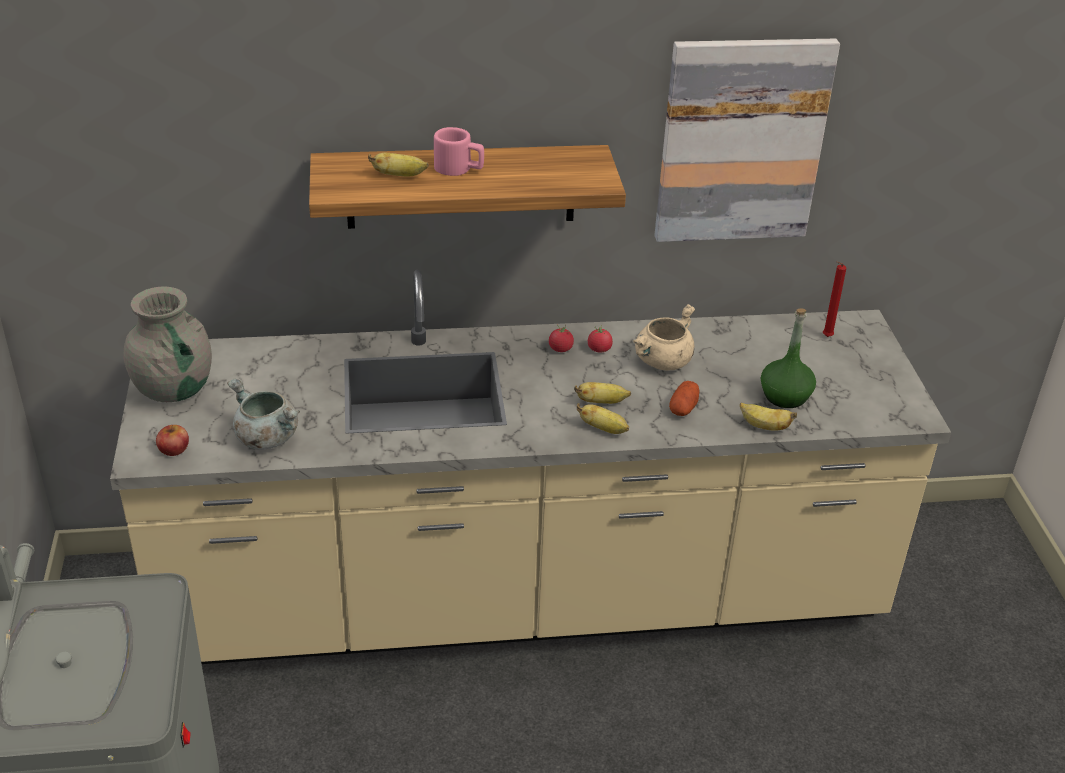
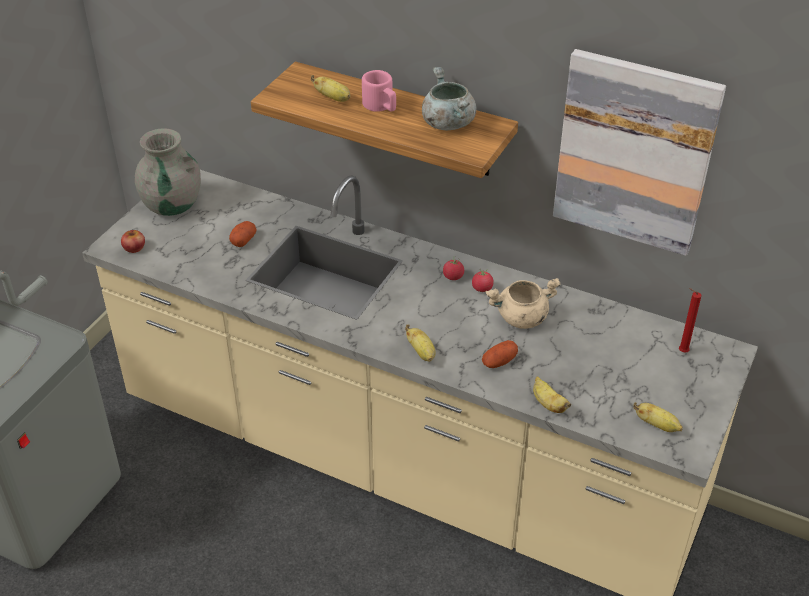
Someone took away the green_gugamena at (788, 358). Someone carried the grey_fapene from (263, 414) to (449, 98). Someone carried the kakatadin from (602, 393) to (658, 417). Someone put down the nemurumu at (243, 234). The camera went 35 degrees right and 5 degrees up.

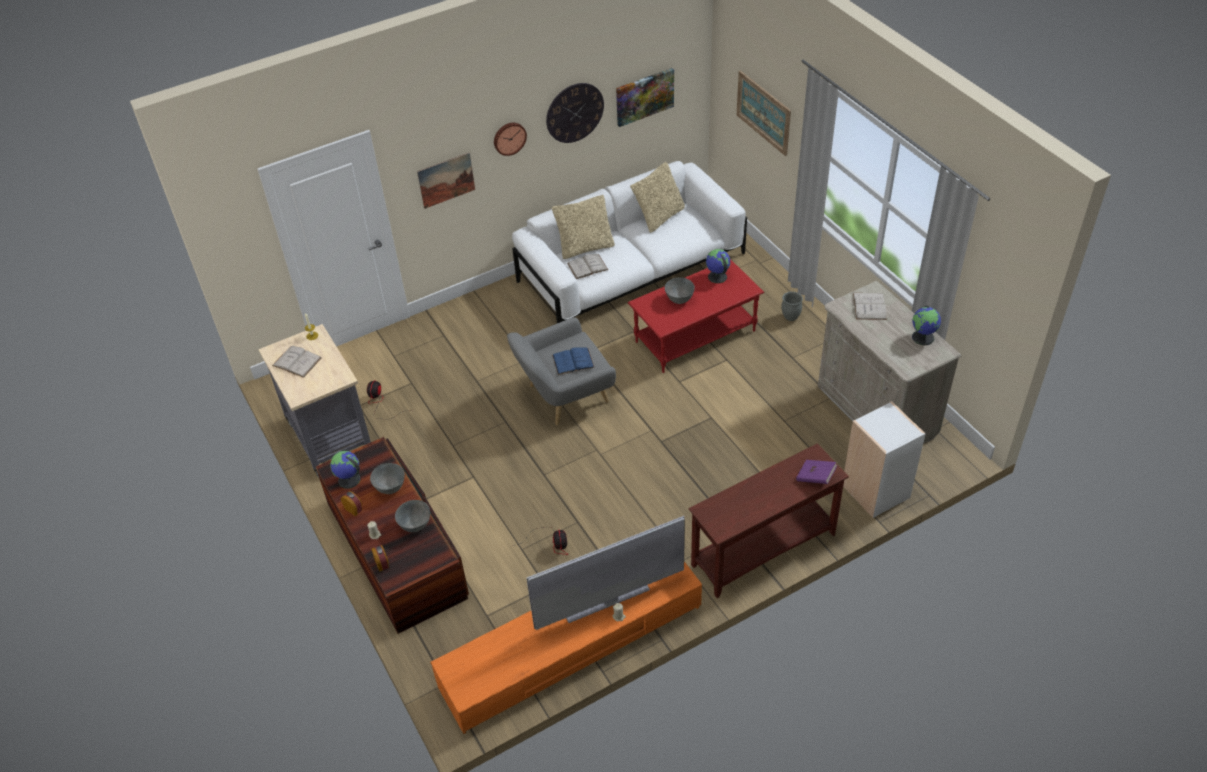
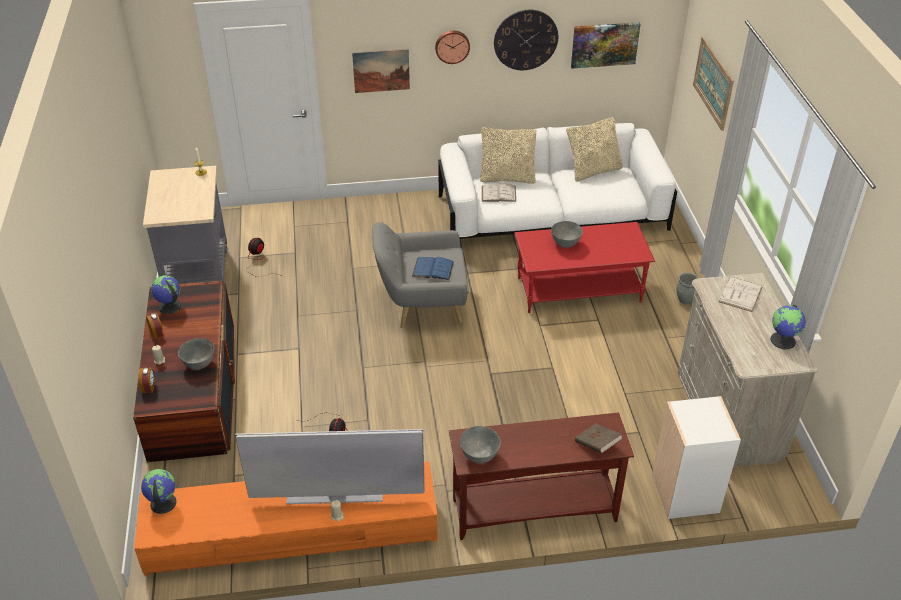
Someone carried the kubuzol from (718, 266) to (158, 491). Someone took away the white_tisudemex at (297, 362). Someone repainted the purple_tisudemex at (816, 472), which became the brown_tisudemex at (598, 438). Someone carried the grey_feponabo from (387, 478) to (480, 445). The camera went 20 degrees right and 5 degrees down.

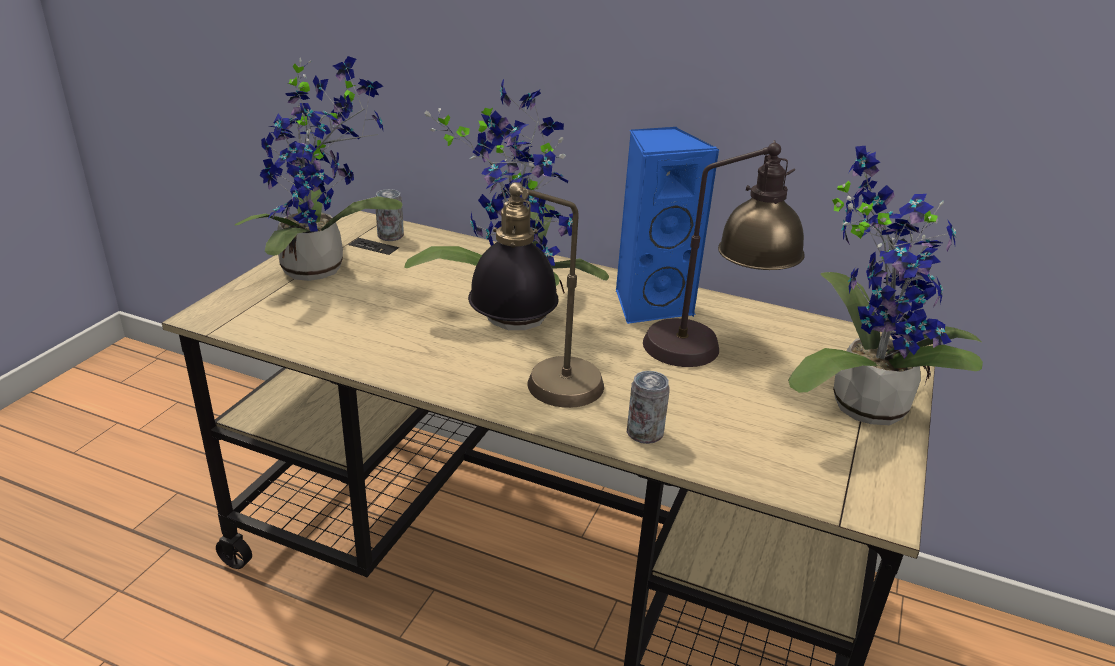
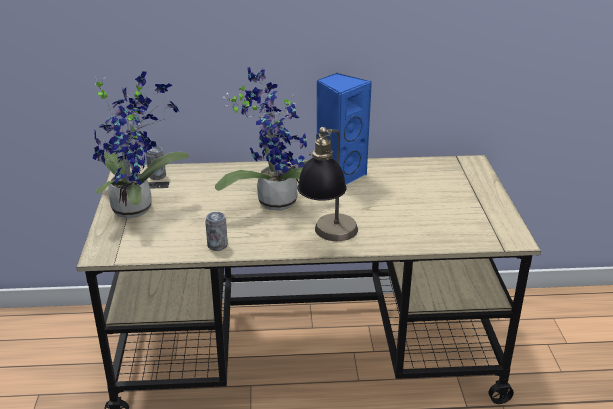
Someone took away the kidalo at (724, 253). Someone took away the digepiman at (885, 285). Someone carried the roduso from (648, 407) to (216, 231). The camera went 25 degrees left and 0 degrees up.

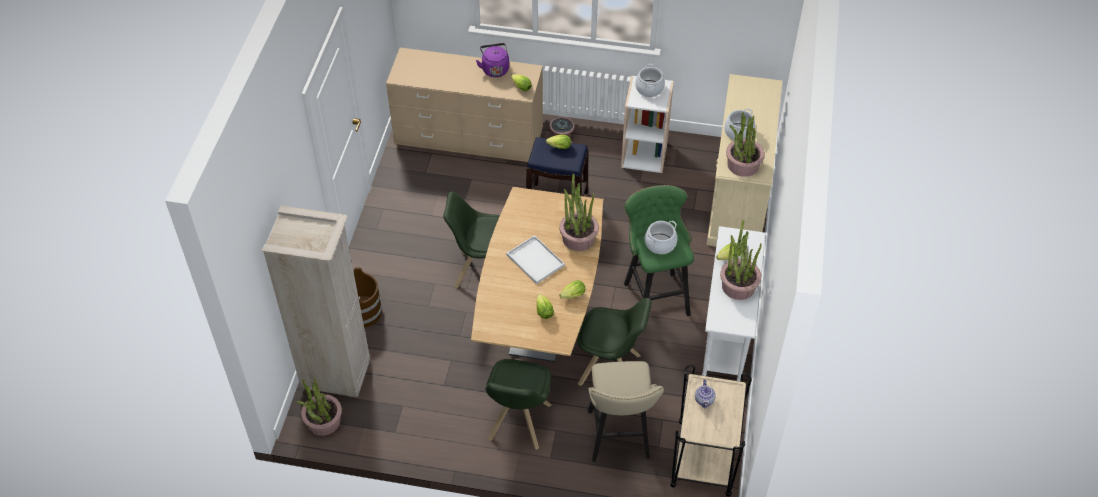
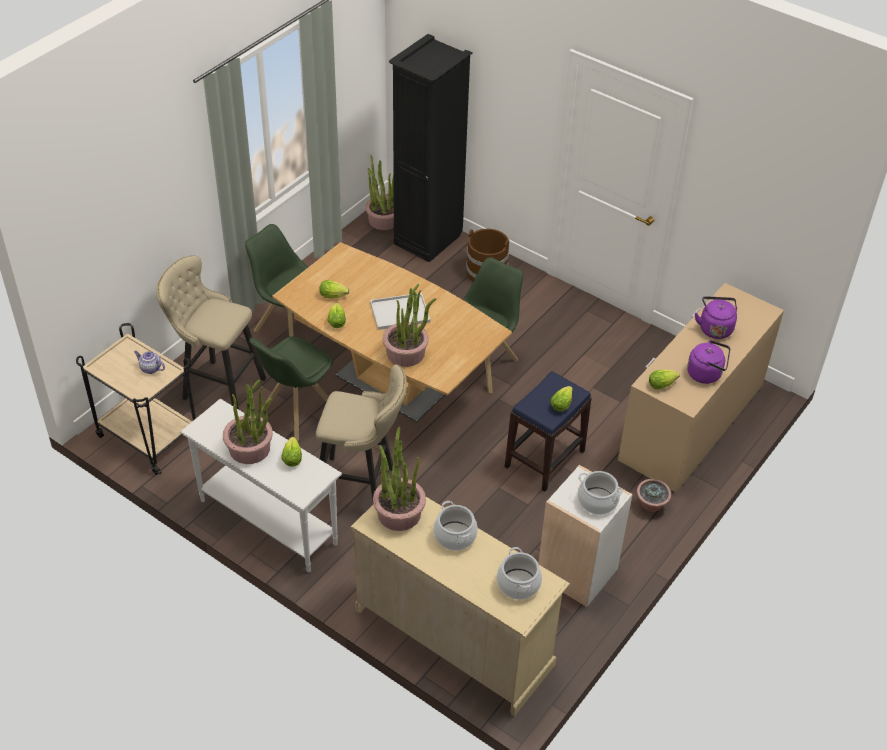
Someone repainted the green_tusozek at (659, 250), which became the beige_tusozek at (361, 434). Someone repainted the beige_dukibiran at (316, 301), which became the black_dukibiran at (431, 148). Someone carried the fapene from (661, 237) to (519, 573). Someone put down the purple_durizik at (716, 317). The camera went 115 degrees right and 5 degrees down.

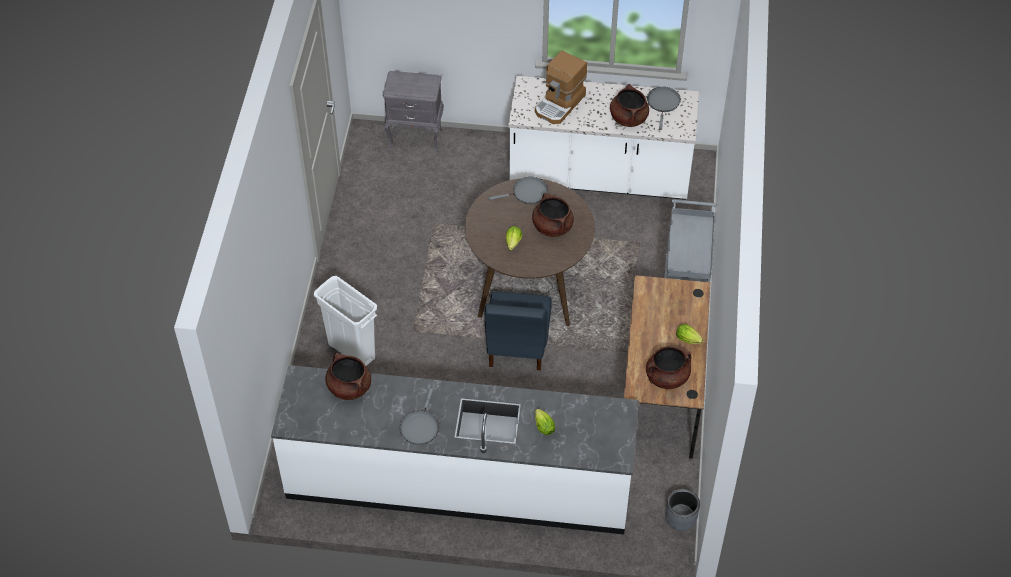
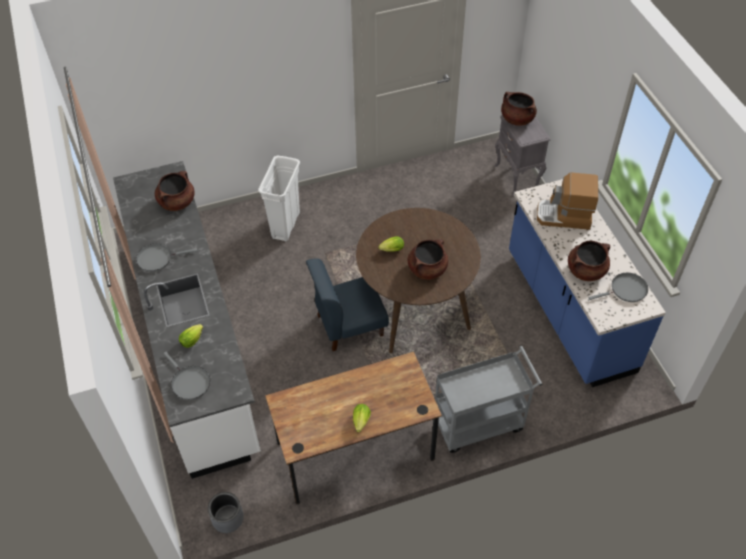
Someone repainted the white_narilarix at (603, 138), which became the blue_narilarix at (587, 283). Someone carried the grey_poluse from (518, 190) to (186, 376). Someone carried the brown_fapene from (668, 367) to (519, 109). The camera went 65 degrees right and 0 degrees up.

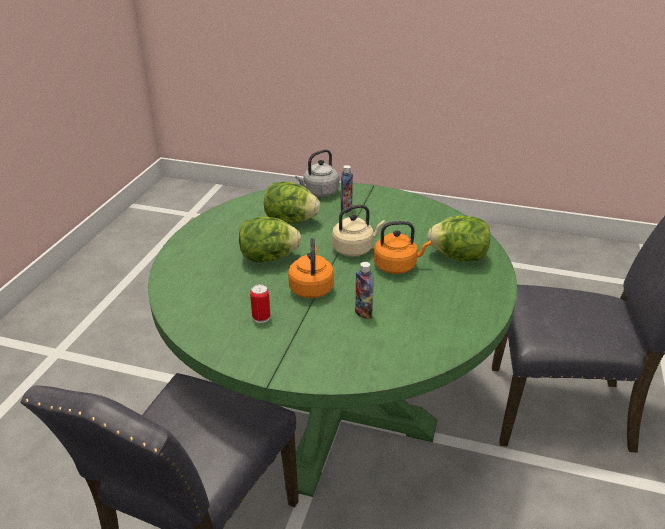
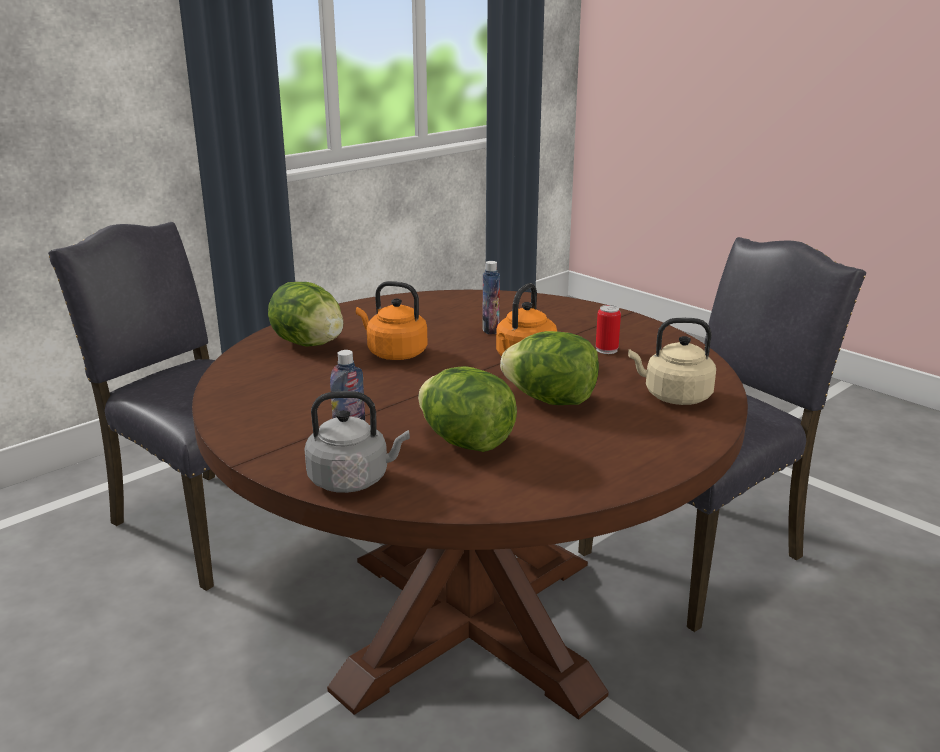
Someone repainted the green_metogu at (332, 339), which became the brown_metogu at (470, 505). Someone carried the beige_durizik from (358, 230) to (672, 361). The camera went 150 degrees left and 10 degrees down.

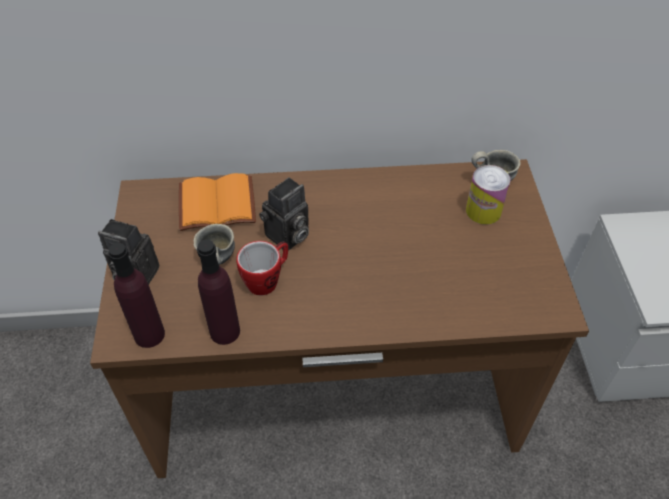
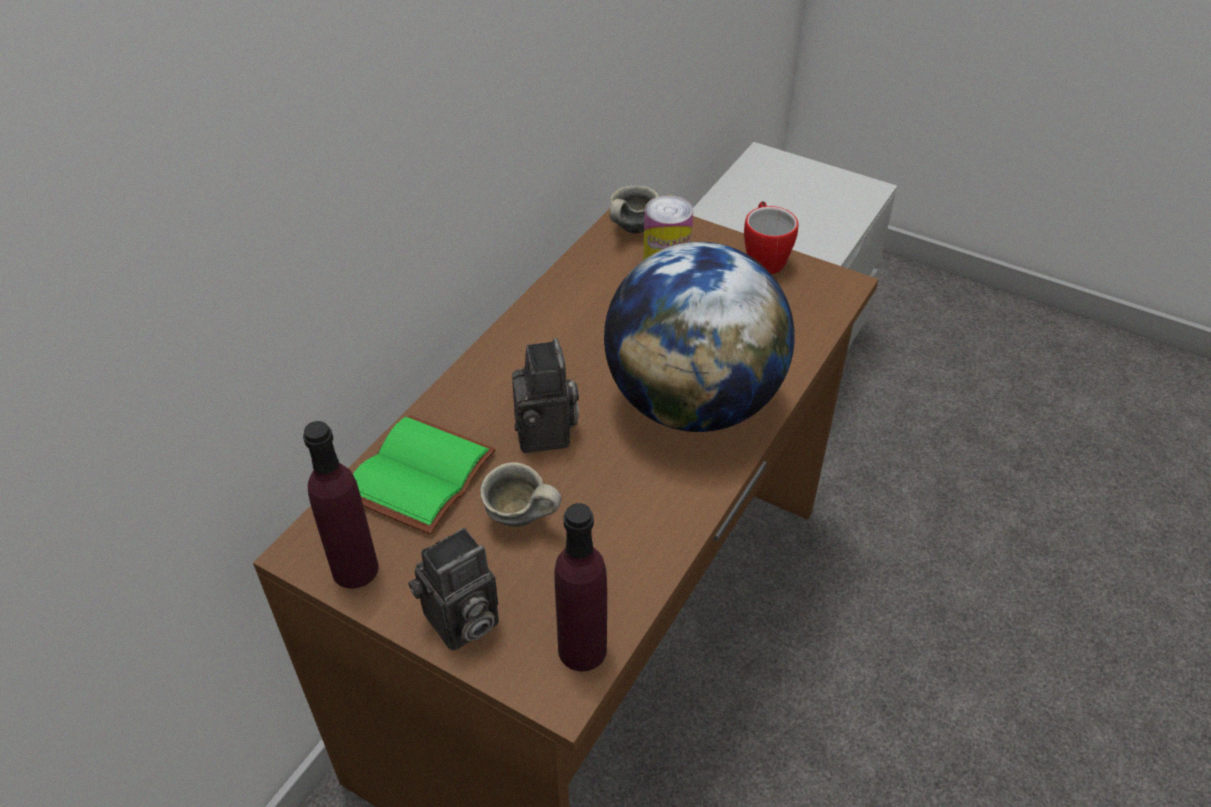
Someone repainted the orange_tisudemex at (217, 202), which became the green_tisudemex at (424, 475). Someone carried the purple_gugamena from (218, 292) to (341, 505). Someone carried the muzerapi from (262, 268) to (771, 237). Someone put down the kubuzol at (699, 337). The camera went 55 degrees left and 5 degrees down.

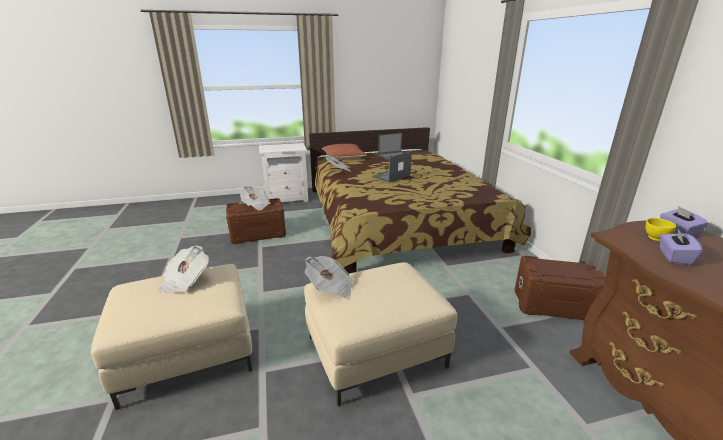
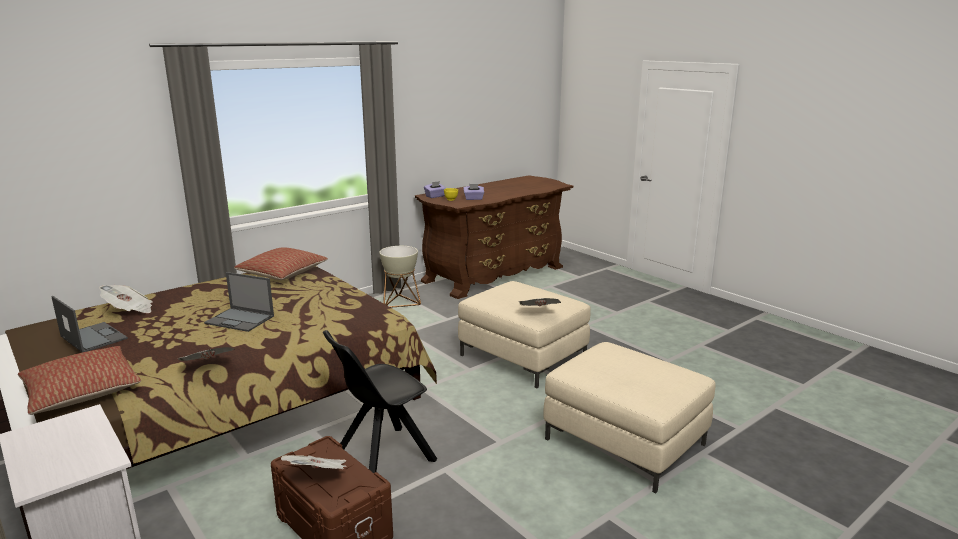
Someone carried the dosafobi from (183, 269) to (126, 299). Someone swapped the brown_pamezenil at (560, 288) for the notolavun at (400, 277). Someone put down the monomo at (281, 263). Someone put down the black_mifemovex at (380, 401). The camera went 115 degrees left and 5 degrees down.

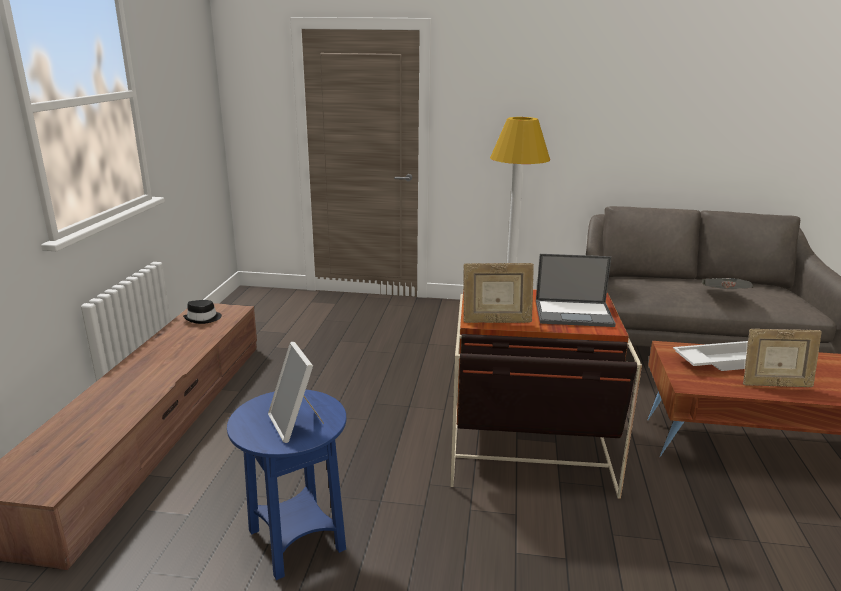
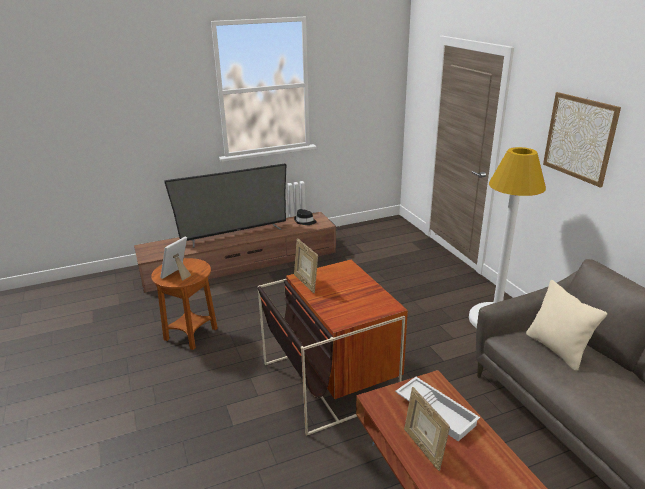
Someone took away the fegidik at (576, 290). Someone took away the dosafobi at (728, 283). Someone repainted the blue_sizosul at (286, 485), which became the brown_sizosul at (184, 304). Someone put up the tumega at (582, 140). Someone put down the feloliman at (225, 206). Someone put down the beige_monomo at (566, 325). The camera went 60 degrees right and 5 degrees up.

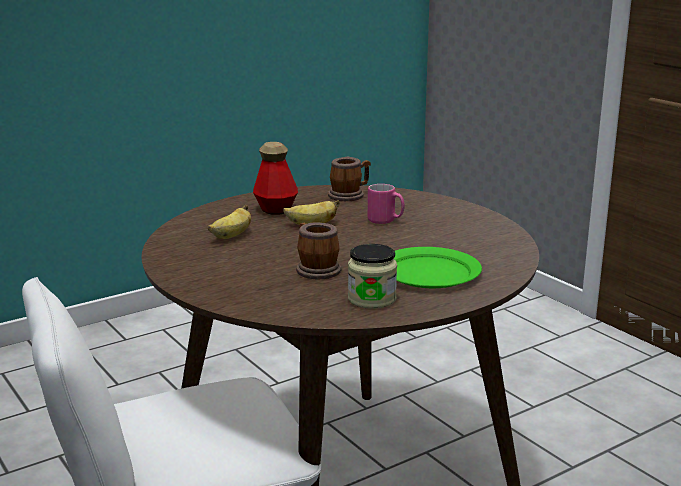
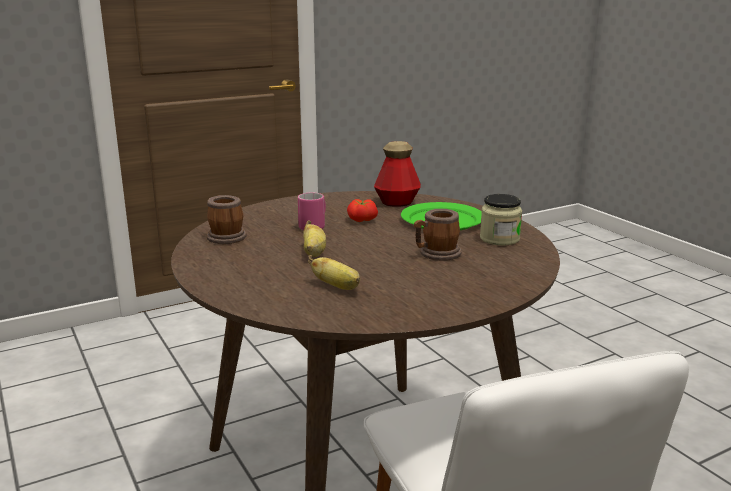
Someone carried the gugamena from (275, 178) to (397, 174). Someone put down the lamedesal at (362, 210). The camera went 85 degrees left and 0 degrees up.

